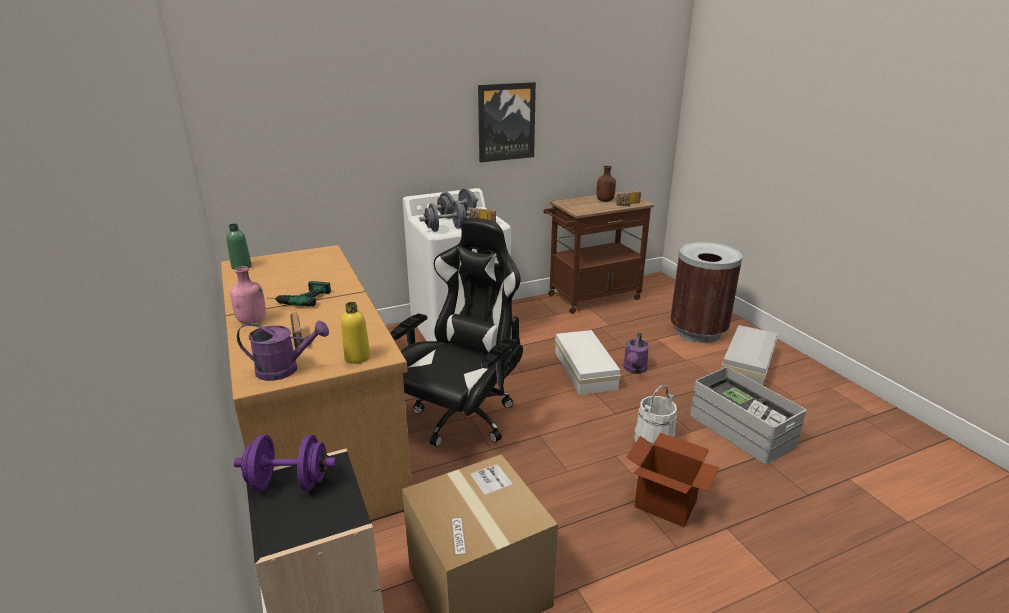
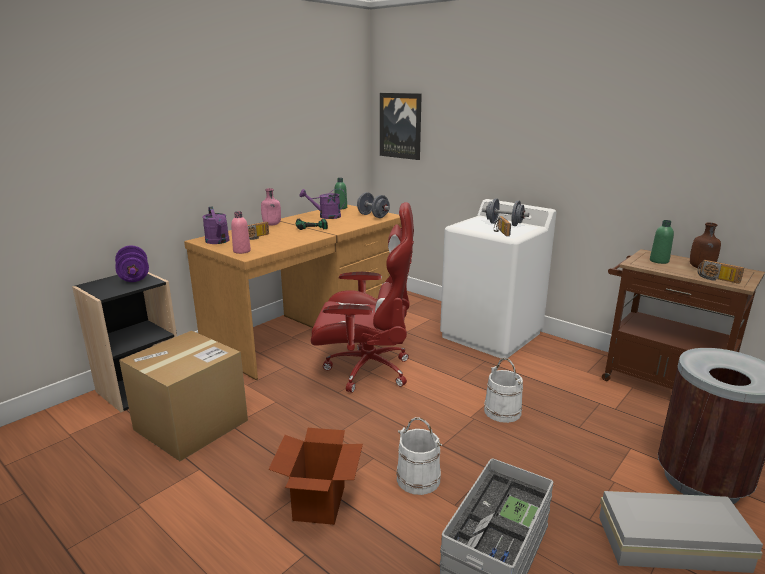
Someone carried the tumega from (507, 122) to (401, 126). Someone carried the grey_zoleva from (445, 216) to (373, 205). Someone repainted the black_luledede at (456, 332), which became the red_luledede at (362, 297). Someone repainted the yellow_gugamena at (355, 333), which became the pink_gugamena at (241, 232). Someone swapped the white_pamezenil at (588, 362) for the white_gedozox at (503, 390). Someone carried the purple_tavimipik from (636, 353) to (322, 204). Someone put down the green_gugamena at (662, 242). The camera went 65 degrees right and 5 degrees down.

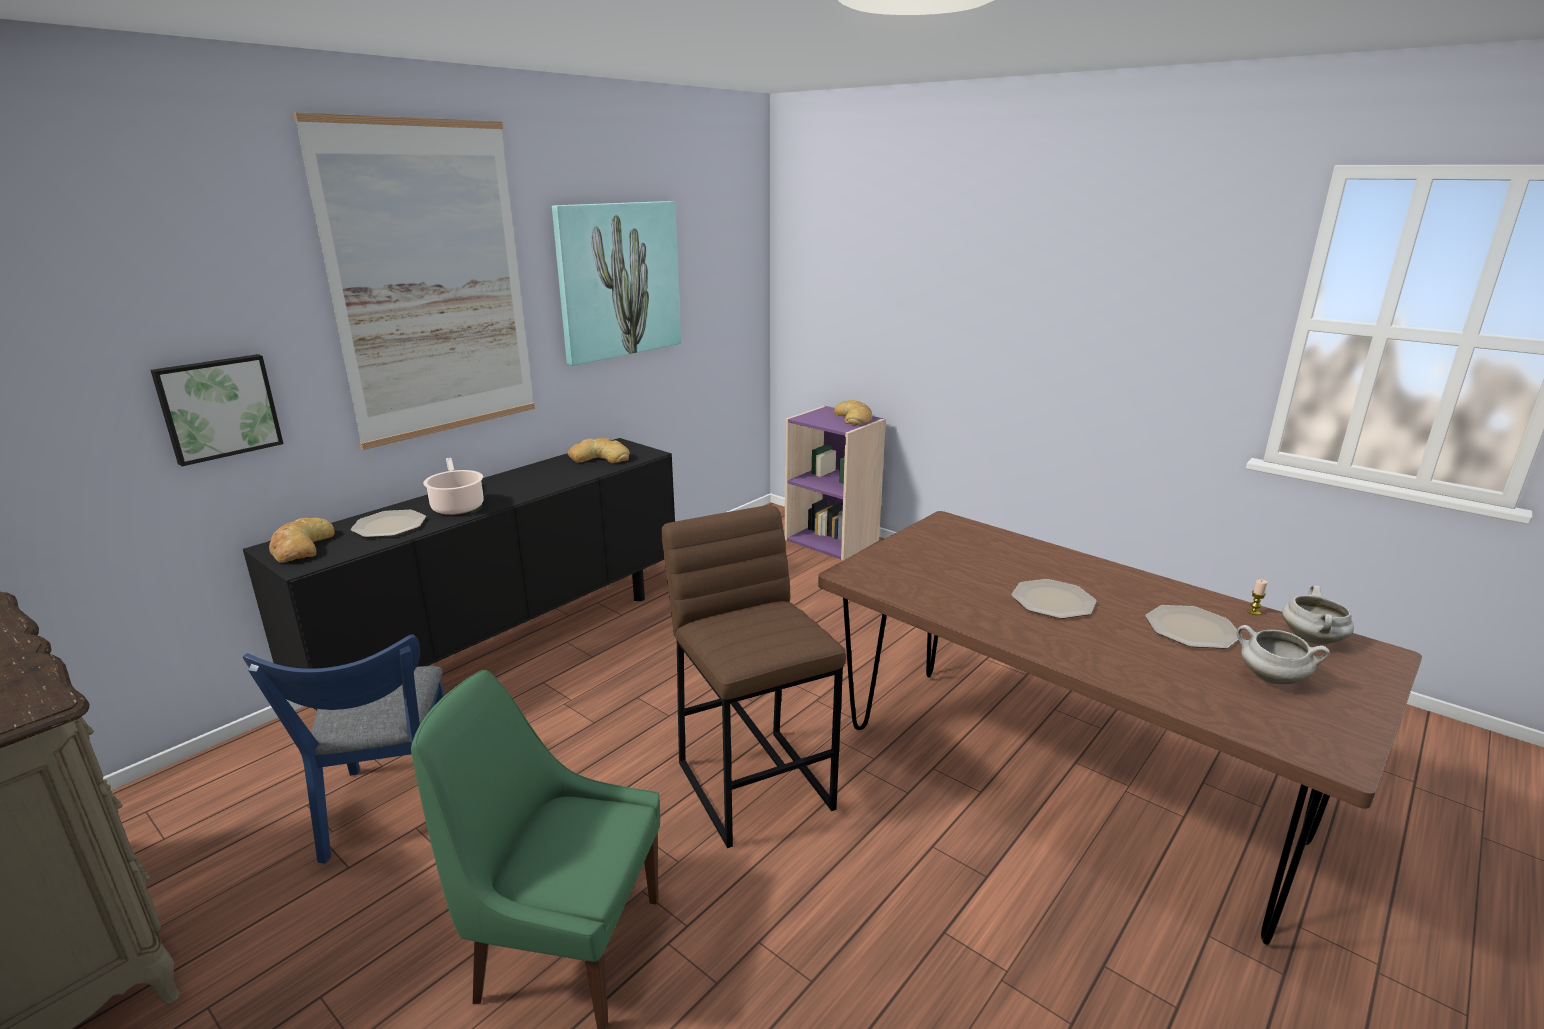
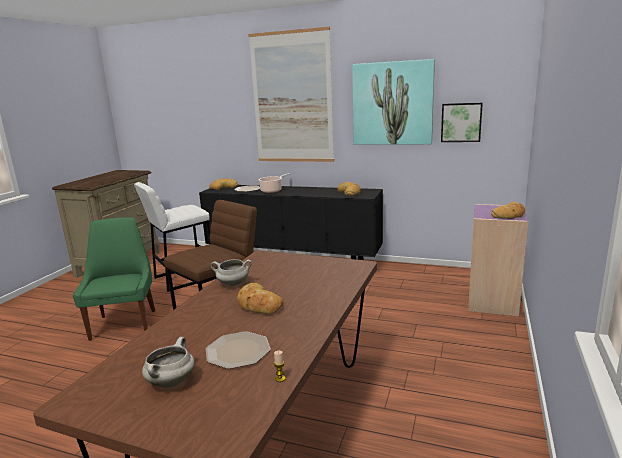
Someone carried the tumega from (217, 410) to (462, 122). Someone swapped the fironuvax at (1054, 599) for the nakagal at (260, 298). Someone carried the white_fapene from (1318, 615) to (231, 272). Someone swapped the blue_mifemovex at (344, 749) for the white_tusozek at (172, 237). The camera went 70 degrees right and 5 degrees down.

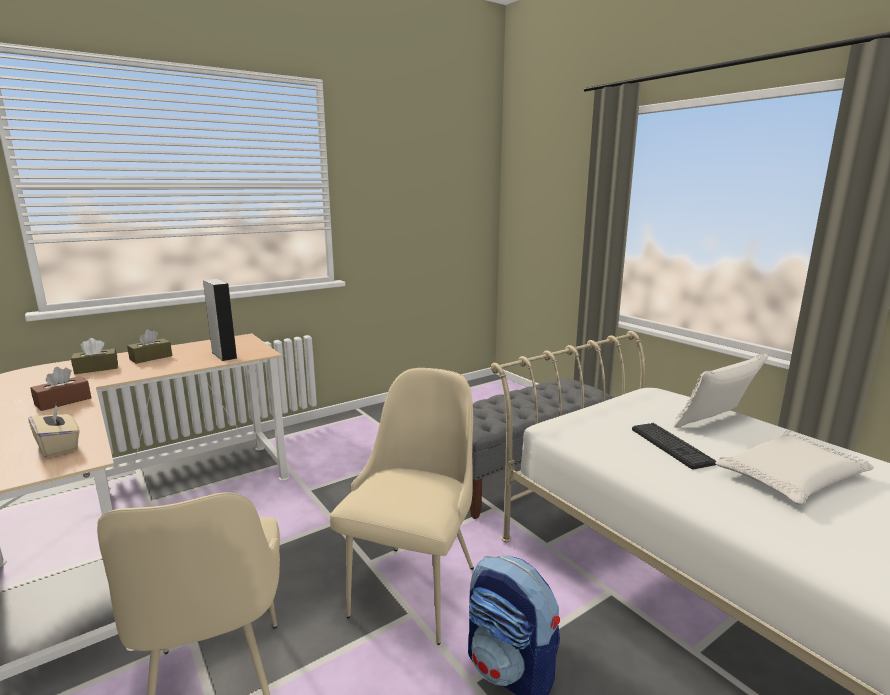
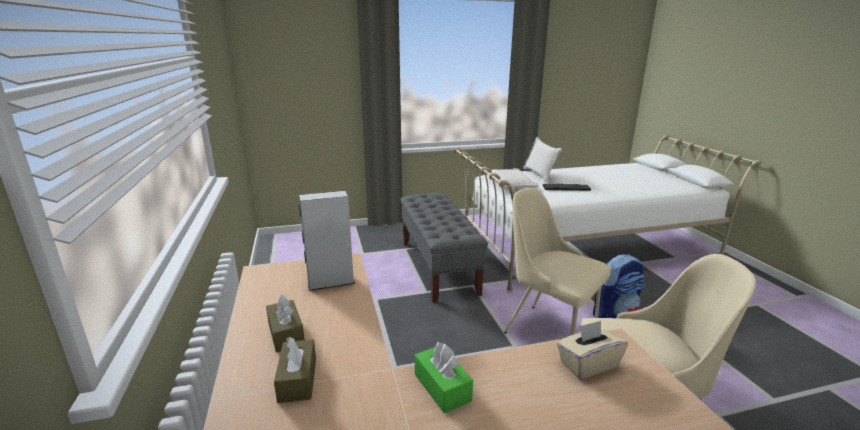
Someone repainted the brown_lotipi at (60, 389), which became the green_lotipi at (444, 377). Someone carried the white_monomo from (794, 467) to (515, 178). The camera went 70 degrees left and 5 degrees up.

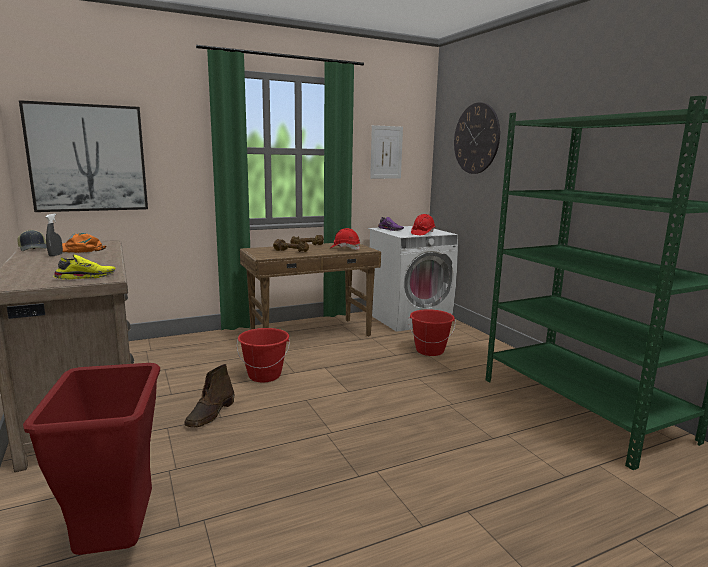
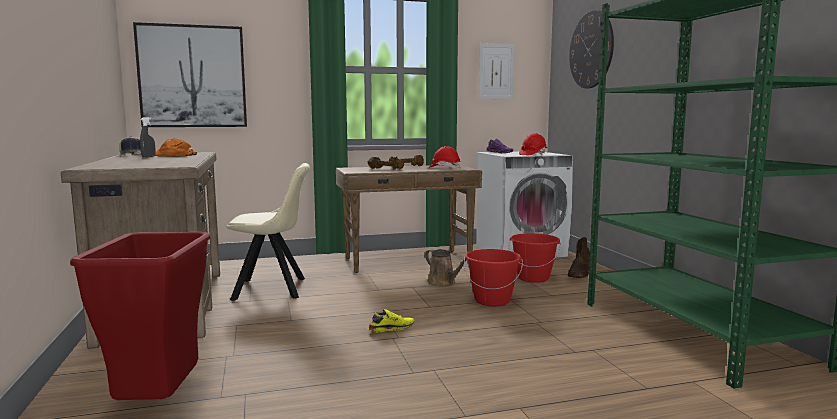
Someone carried the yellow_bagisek from (84, 267) to (391, 320). Someone carried the red_gedozox from (263, 355) to (493, 277). Someone carried the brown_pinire from (209, 396) to (579, 257). Someone put down the beige_mifemovex at (268, 232). Someone put down the brown_tavimipik at (446, 267). The camera went 10 degrees right and 5 degrees down.

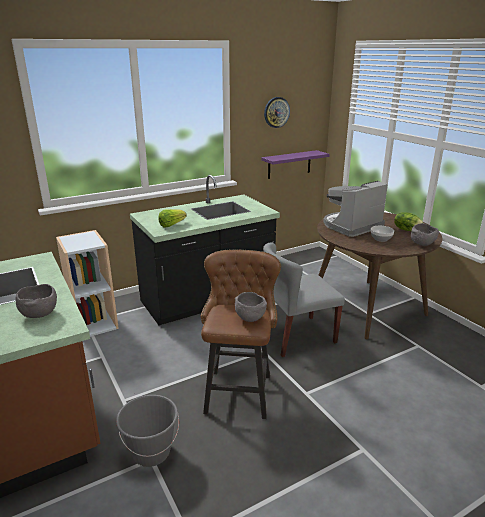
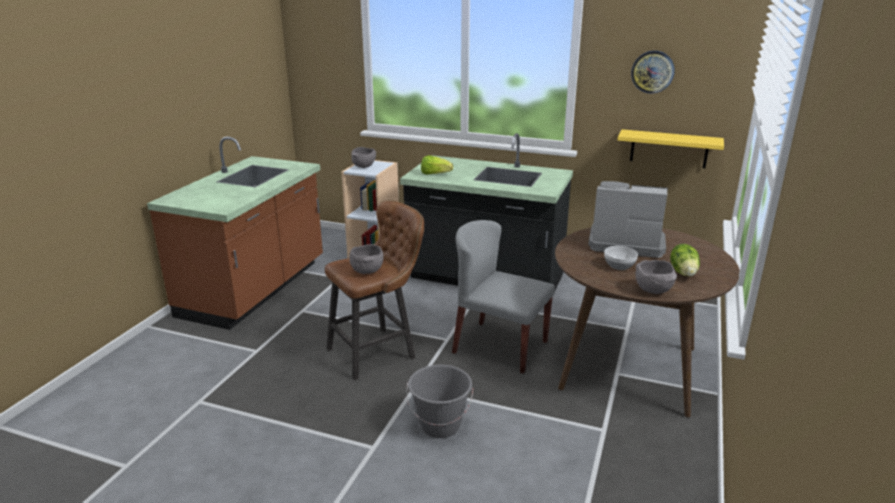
Someone repainted the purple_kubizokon at (295, 164), which became the yellow_kubizokon at (670, 148). Someone carried the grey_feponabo from (36, 301) to (363, 157). Someone carried the grey_gedozox from (147, 431) to (439, 401). The camera went 50 degrees right and 0 degrees up.

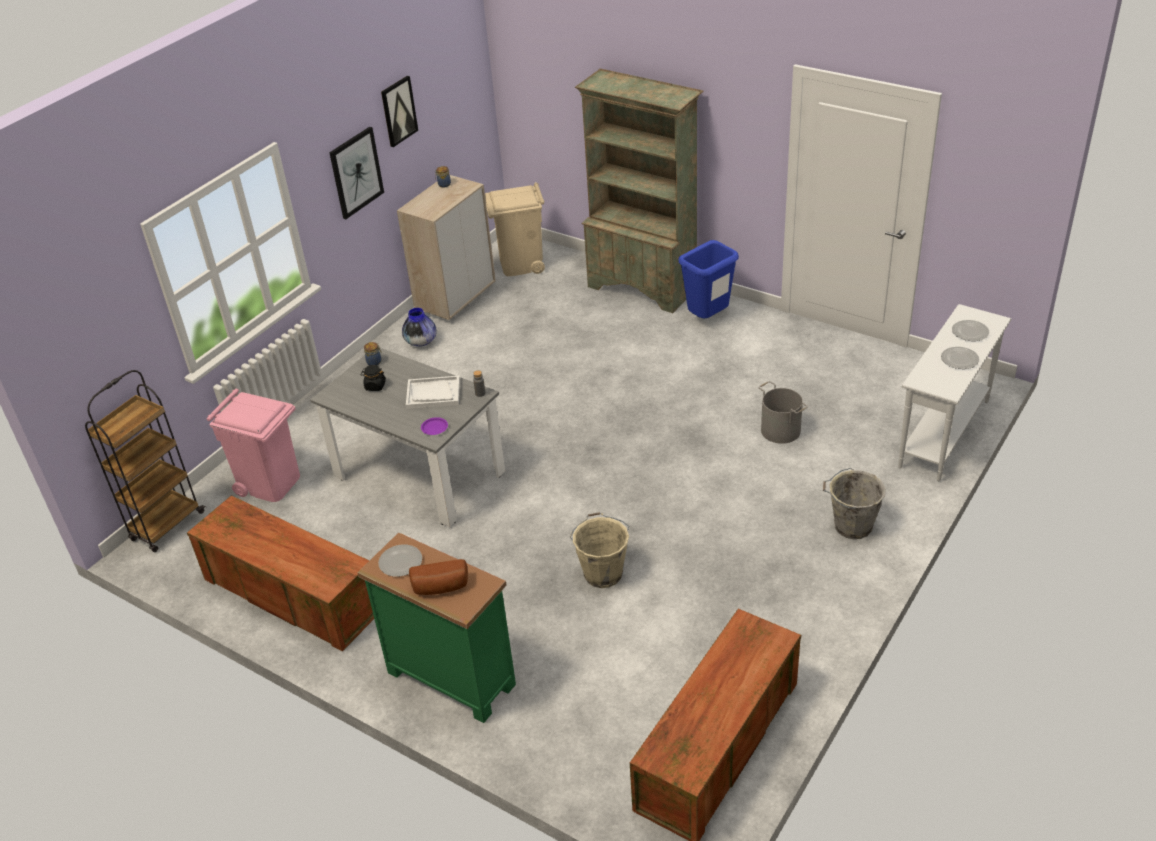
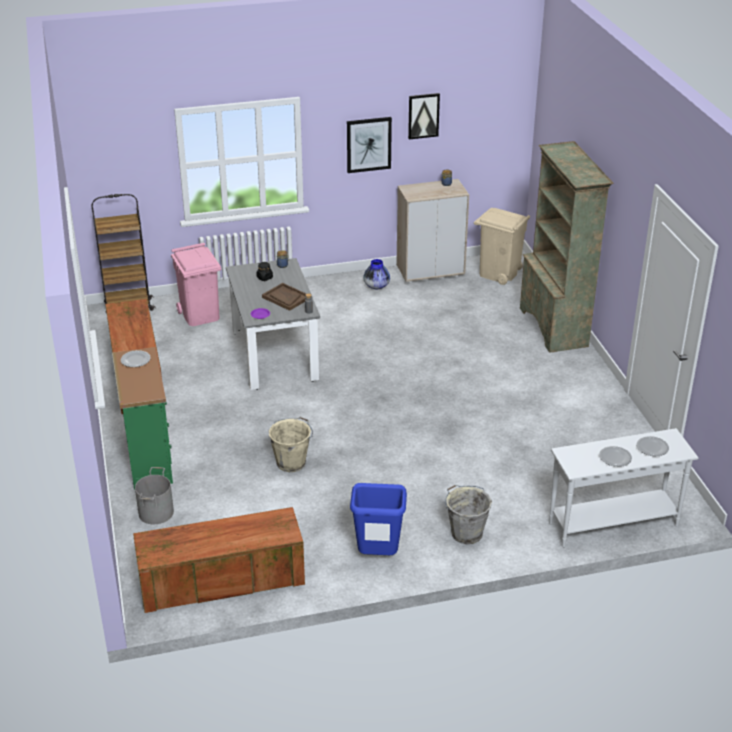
Someone carried the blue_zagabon from (708, 279) to (378, 519). Someone repainted the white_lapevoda at (433, 392), which became the brown_lapevoda at (284, 297). Someone carried the grey_gedozox from (783, 412) to (154, 495). Someone took away the nakagal at (438, 577). The camera went 40 degrees right and 5 degrees down.

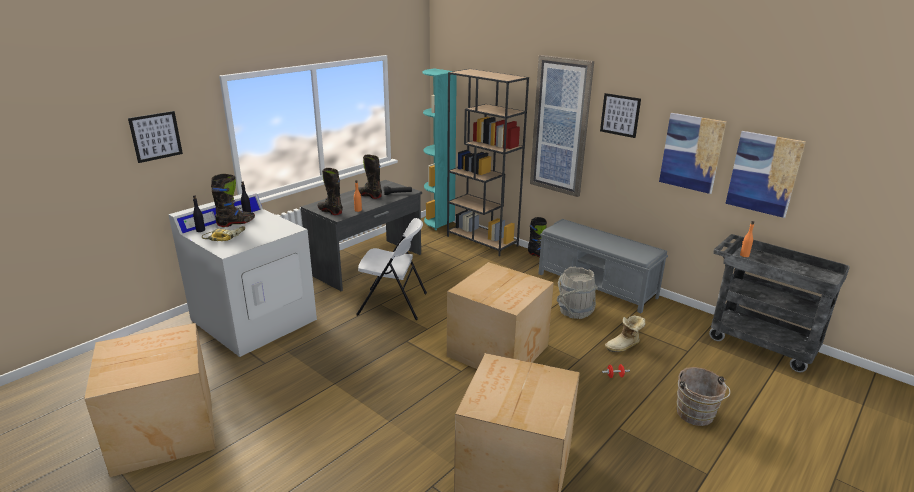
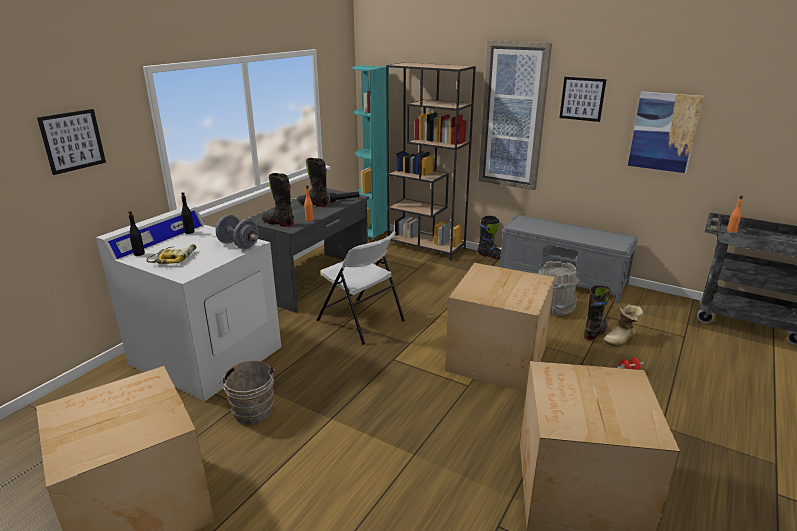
Someone took away the tumega at (765, 174). Someone carried the black_pinire from (233, 200) to (597, 312). Someone rotated the white_mifemovex at (391, 269) by 45 degrees clockwise. Someone carried the brown_gedozox from (703, 396) to (247, 392). Someone put down the grey_zoleva at (237, 232). The camera went 10 degrees left and 0 degrees up.

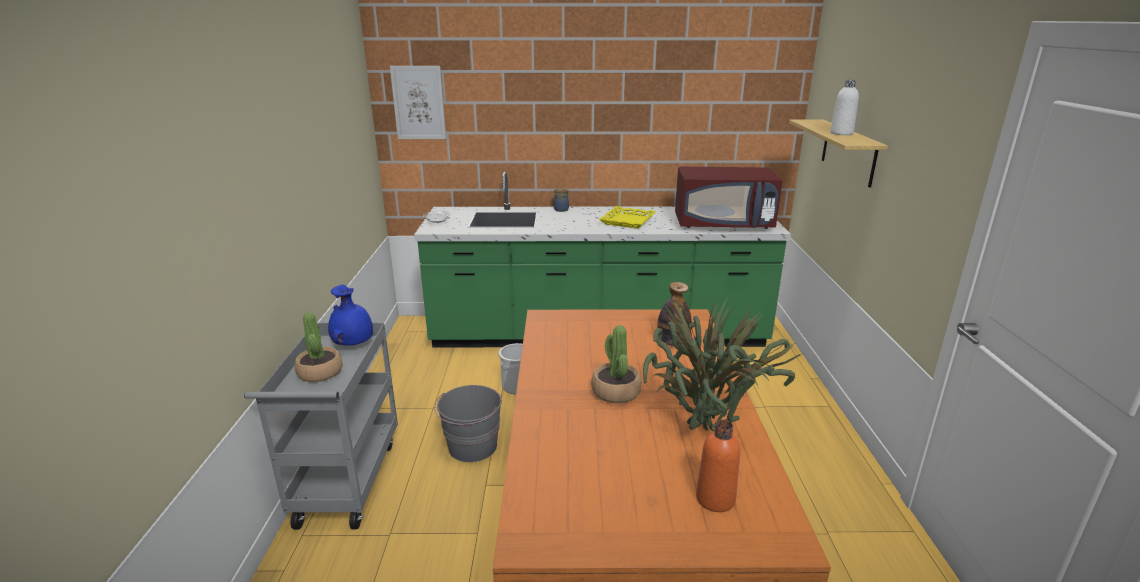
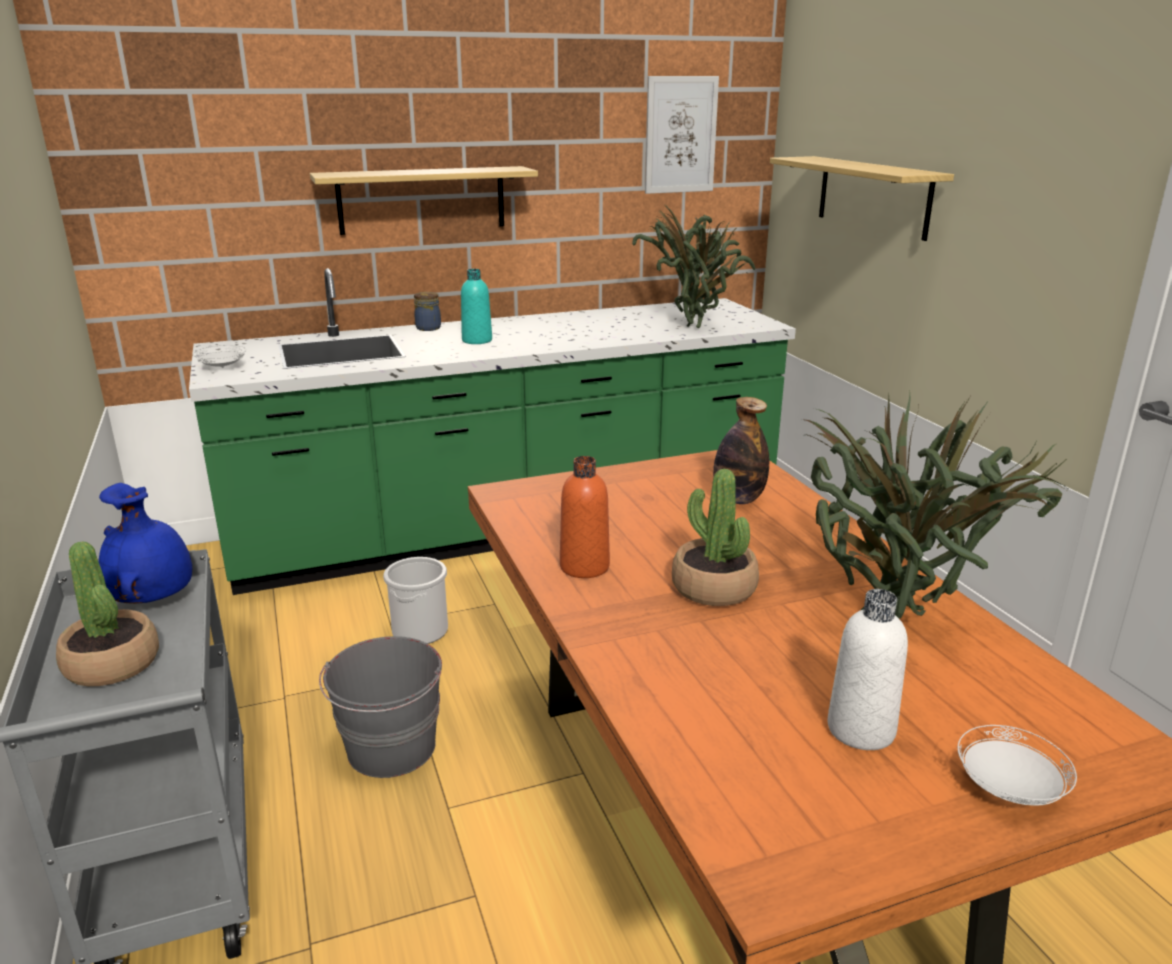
Someone carried the tumega from (418, 102) to (682, 135). Someone carried the white_gugamena from (844, 107) to (867, 669). Someone swapped the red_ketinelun at (729, 198) for the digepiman at (694, 267). Someone took away the yellow_lapevoda at (627, 217). Someone carried the orange_gugamena from (718, 466) to (585, 517). Someone put up the kubizokon at (424, 200). Someone put down the turquoise_gugamena at (476, 306). Someone put down the white_fironuvax at (1017, 765). The camera went 20 degrees left and 0 degrees up.

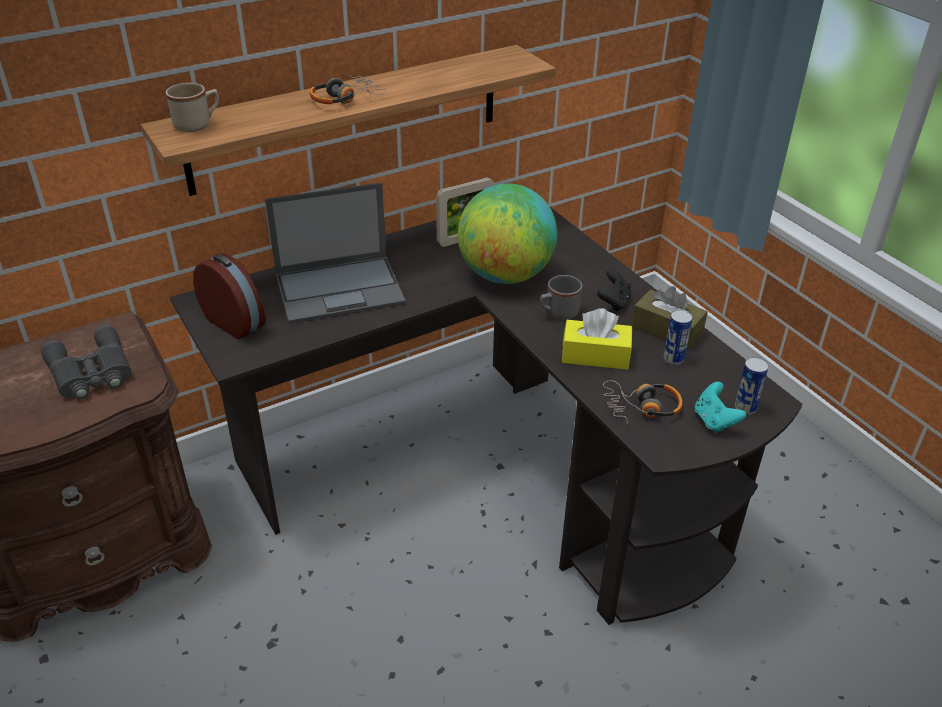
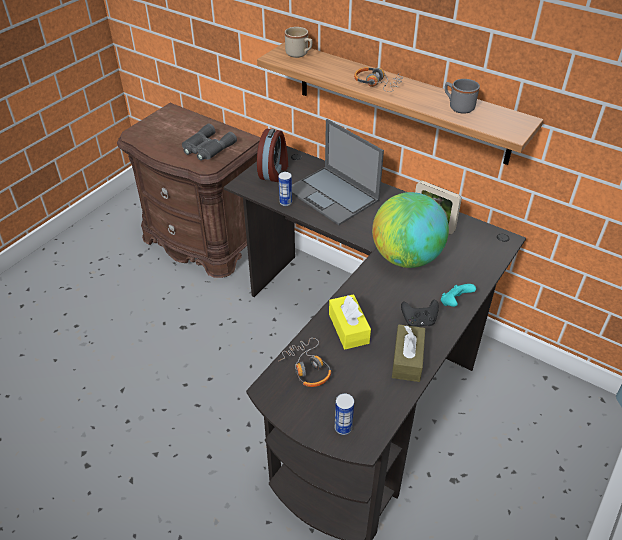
Someone carried the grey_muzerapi from (561, 297) to (462, 96). Someone carried the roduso from (678, 337) to (285, 189). Someone carried the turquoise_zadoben from (720, 407) to (458, 295). The camera went 65 degrees right and 5 degrees up.

